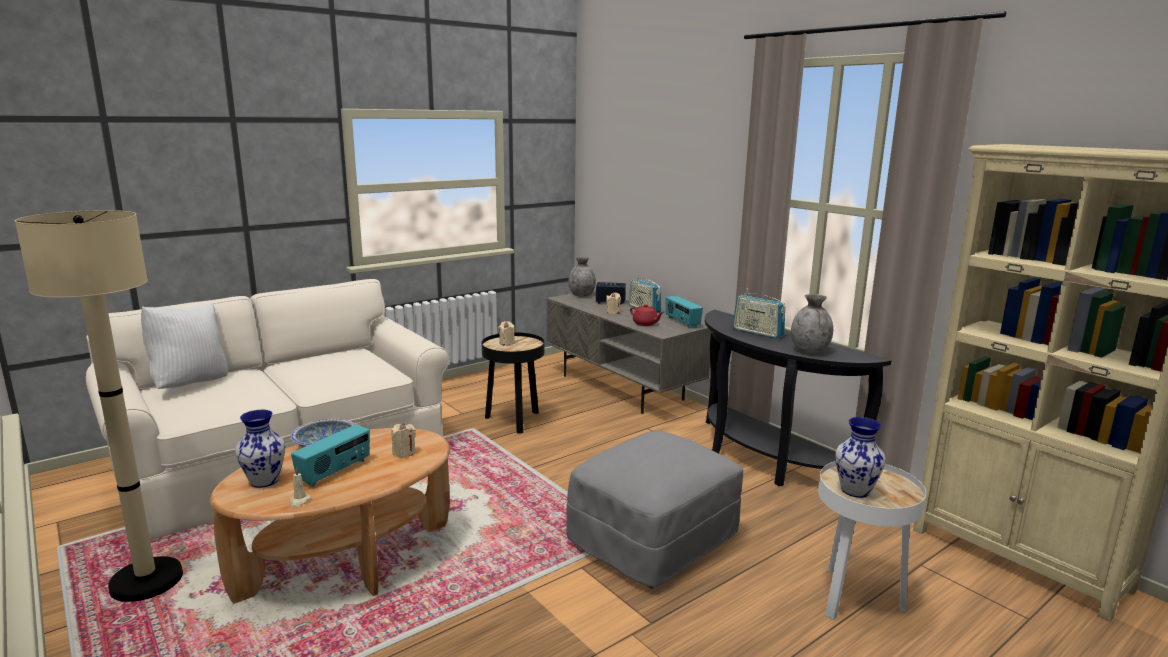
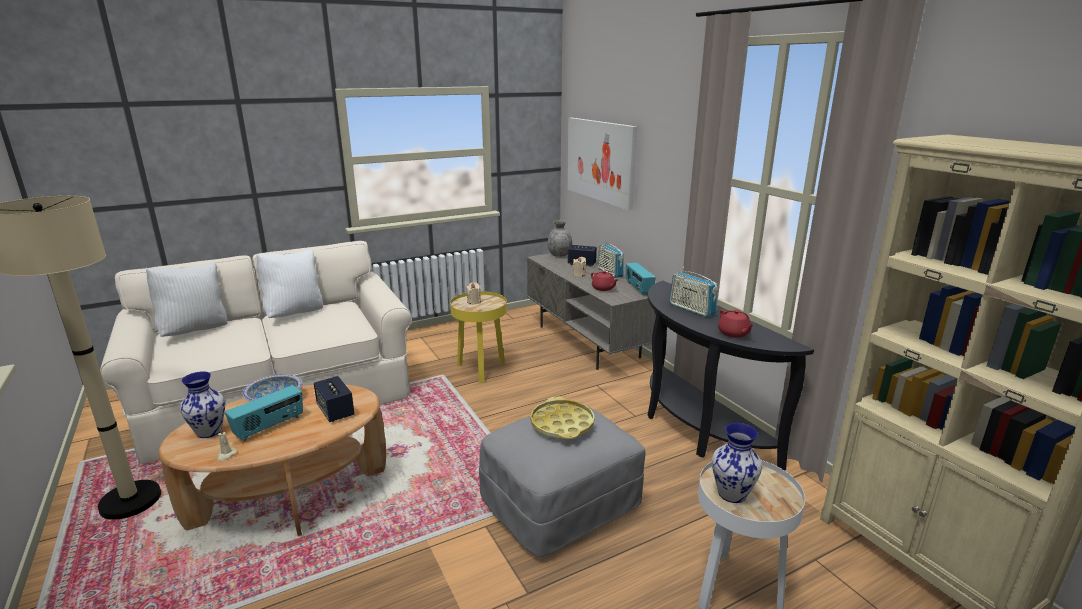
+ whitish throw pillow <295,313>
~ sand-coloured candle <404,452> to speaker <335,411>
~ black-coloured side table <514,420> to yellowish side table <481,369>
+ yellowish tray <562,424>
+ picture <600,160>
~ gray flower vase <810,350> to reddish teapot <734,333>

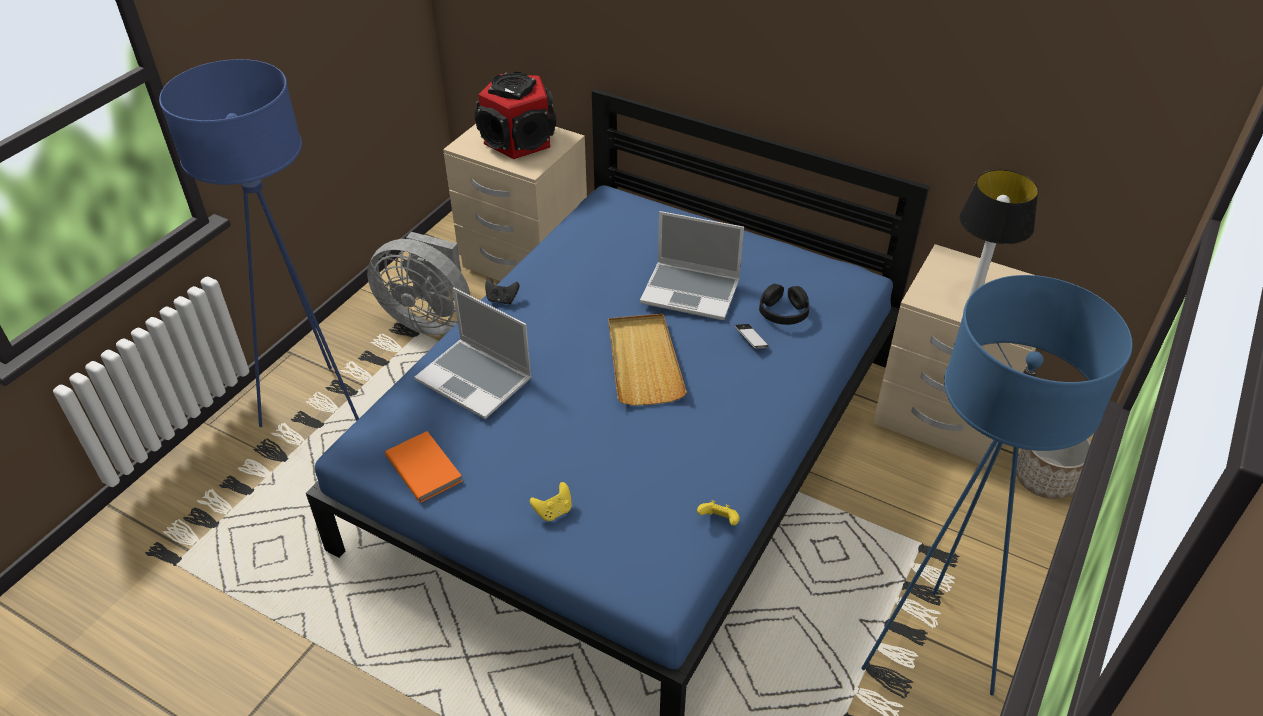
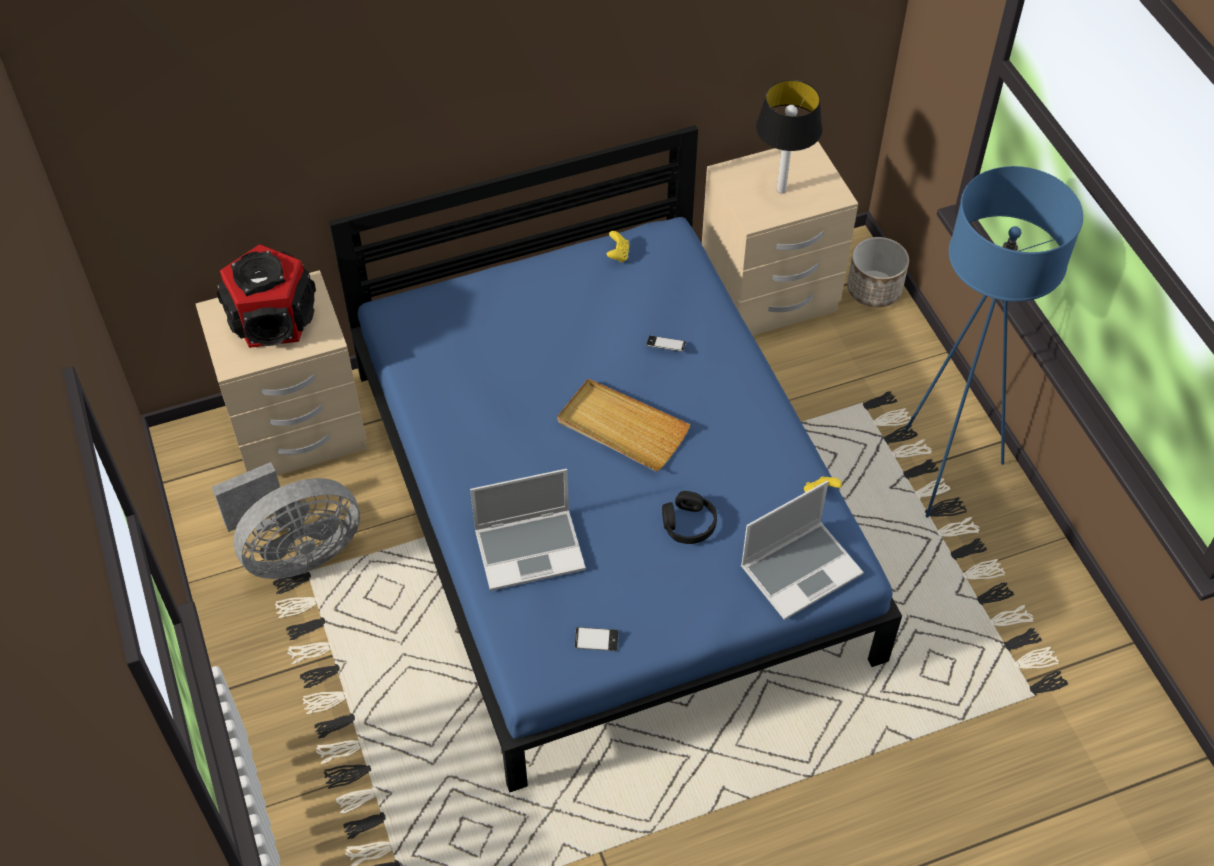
~ orangey volume <425,467> to phone <596,641>
~ yellowish joypad <553,511> to <618,254>
~ black-coloured pair of headphones <783,312> to <688,523>
~ notebook computer <692,292> to <801,569>
- blue standard lamp <319,408>
- black-coloured joypad <502,299>

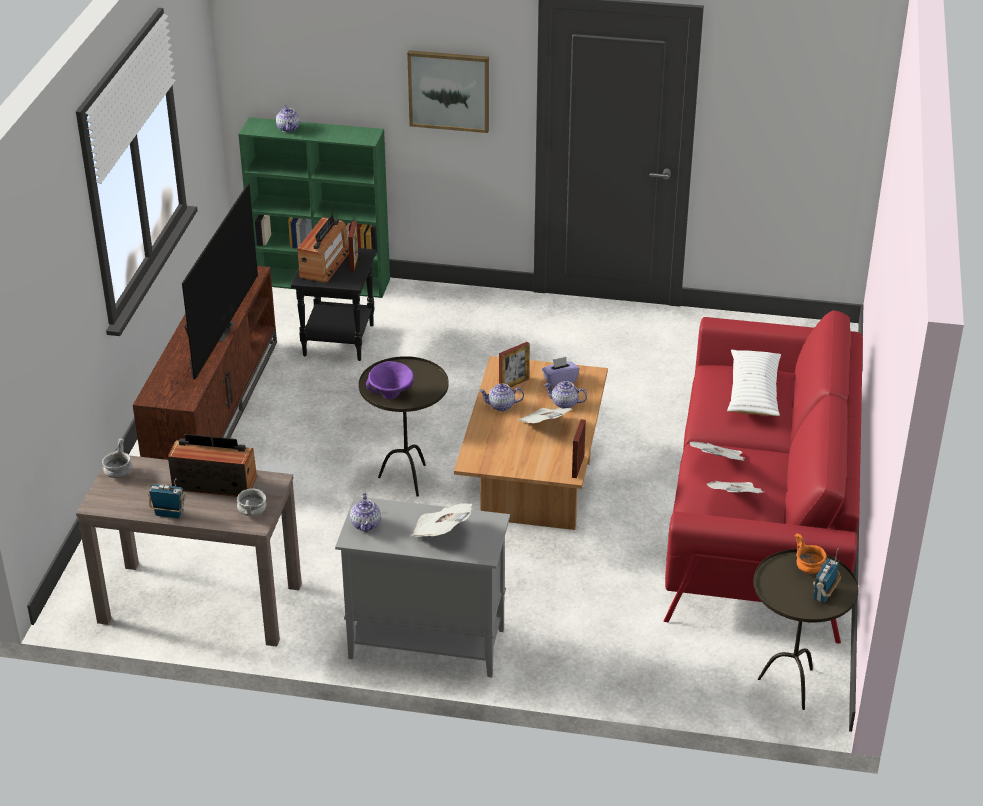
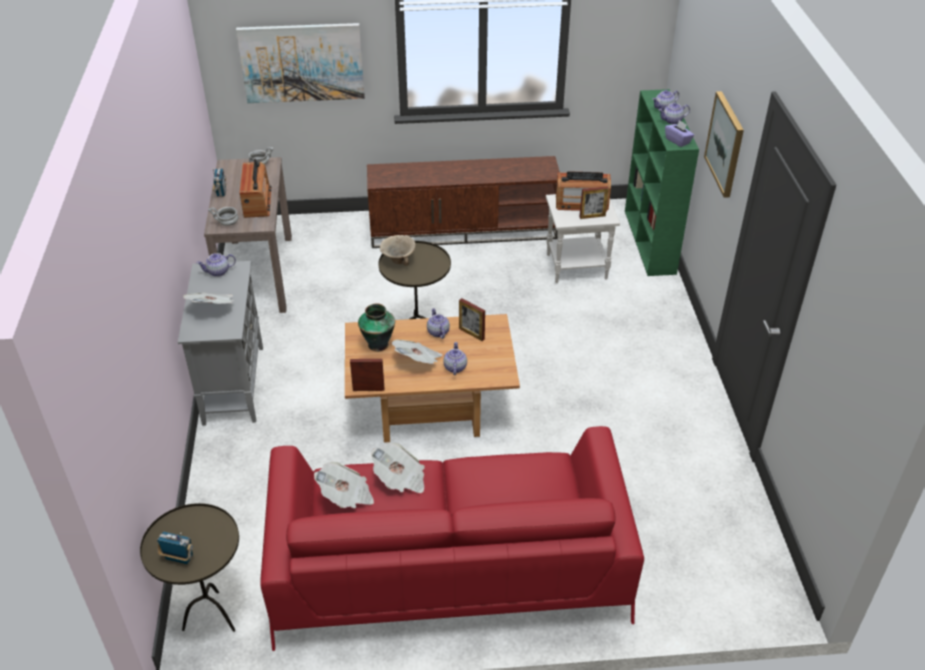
+ picture <302,62>
+ flower vase <378,344>
~ purple serving bowl <391,395> to sand-coloured serving bowl <398,261>
~ black-coloured side table <337,340> to whitish side table <577,266>
+ teapot <672,121>
~ purple tissue box <560,380> to <678,141>
- TV <217,330>
- whitish throw pillow <753,392>
- orangey serving bowl <808,568>

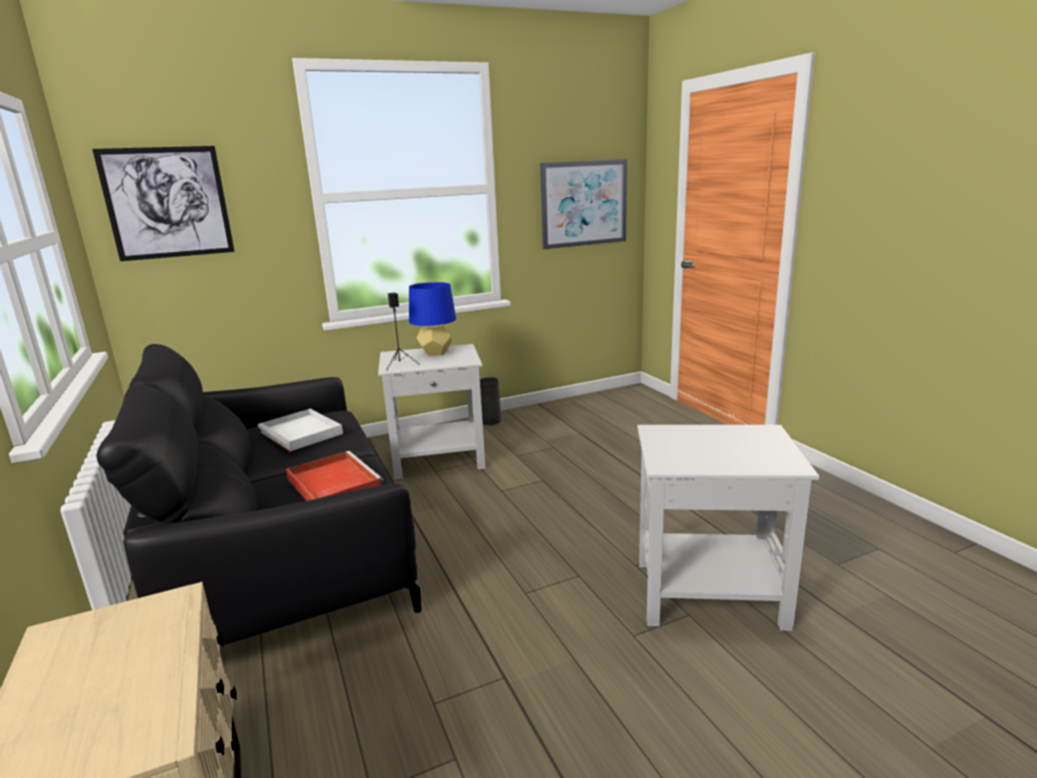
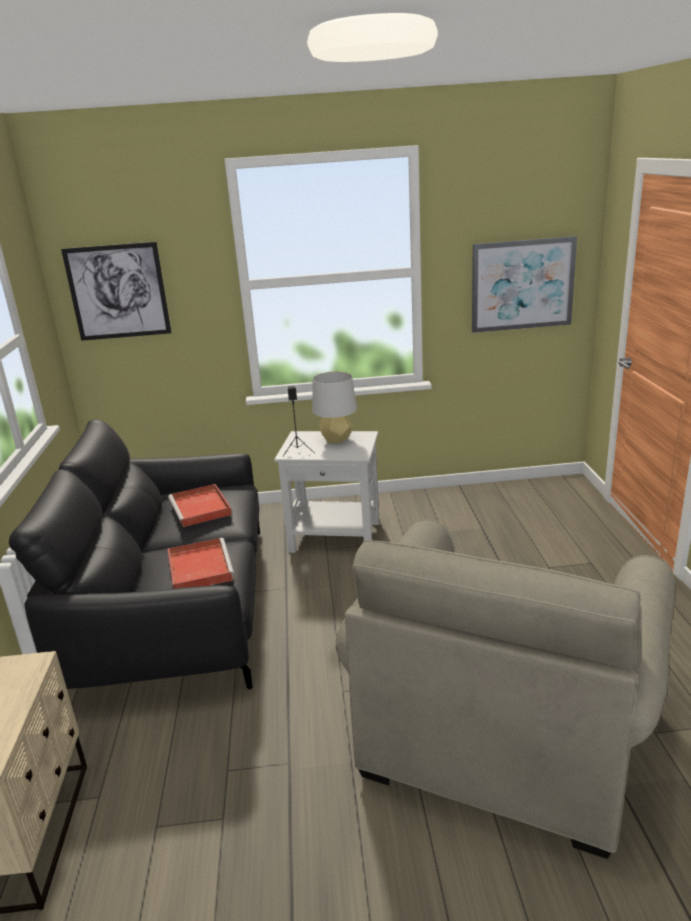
~ whitish tray <302,433> to reddish tray <201,508>
~ blue table lamp <435,353> to gray table lamp <336,439>
~ whitish side table <707,593> to sand-coloured easy chair <502,731>
- gray flower vase <491,421>

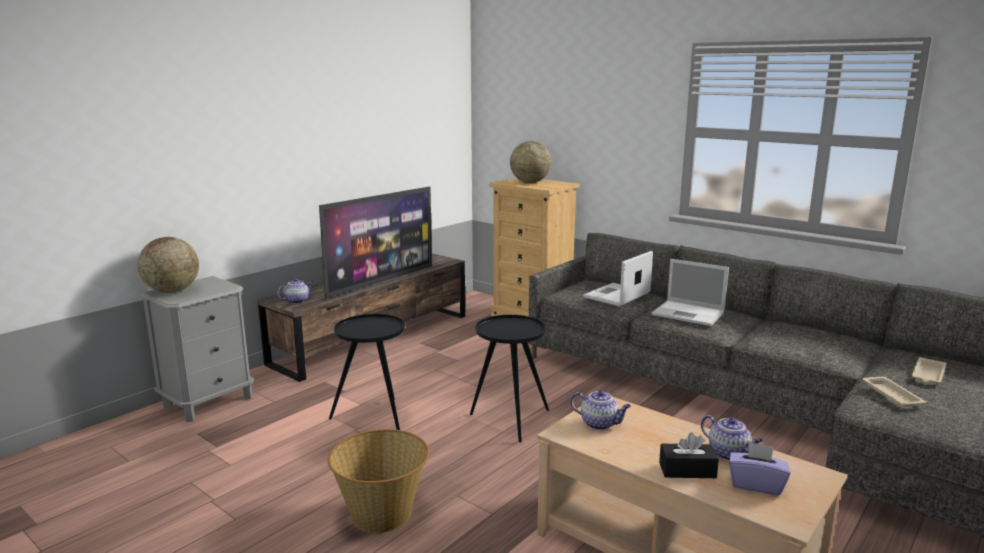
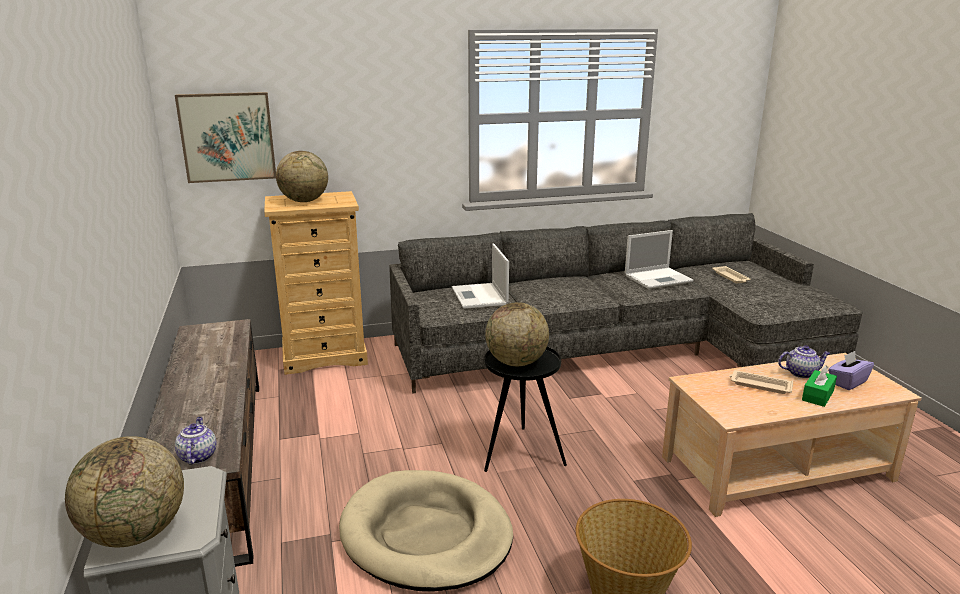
+ picture <227,137>
~ black-coloured side table <374,419> to sand-coloured dog bed <426,535>
+ globe <516,362>
~ notebook computer <689,313> to <659,278>
~ sand-coloured tray <891,394> to <759,385>
~ black-coloured tissue box <687,470> to greenish tissue box <817,395>
- TV <381,281>
- teapot <600,424>

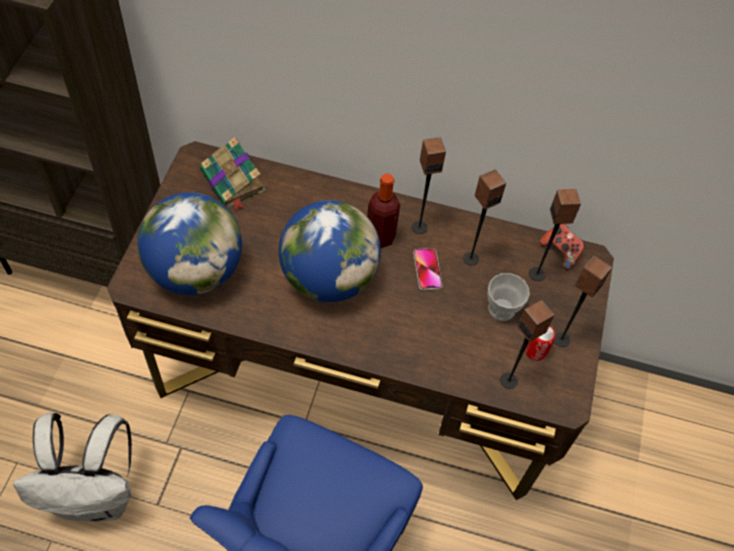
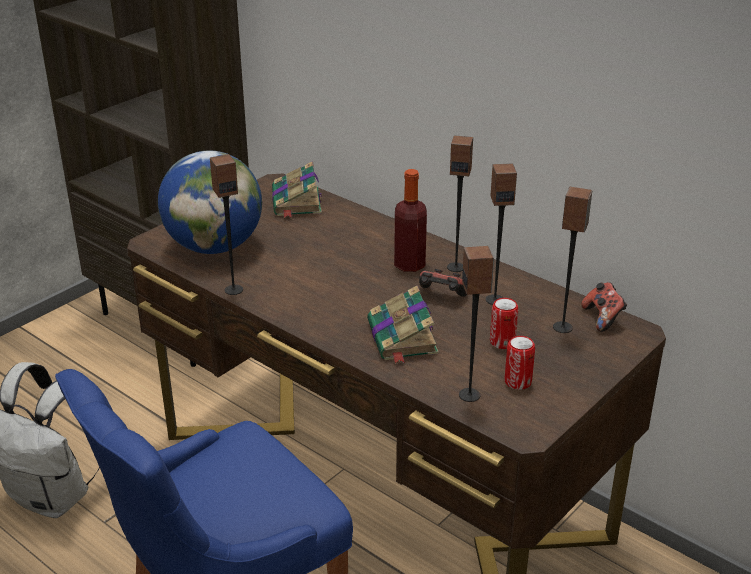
~ speaker <561,339> to <233,289>
+ volume <402,339>
~ phone <427,269> to joypad <441,296>
~ small cup <501,309> to metal can <502,342>
- globe <328,278>

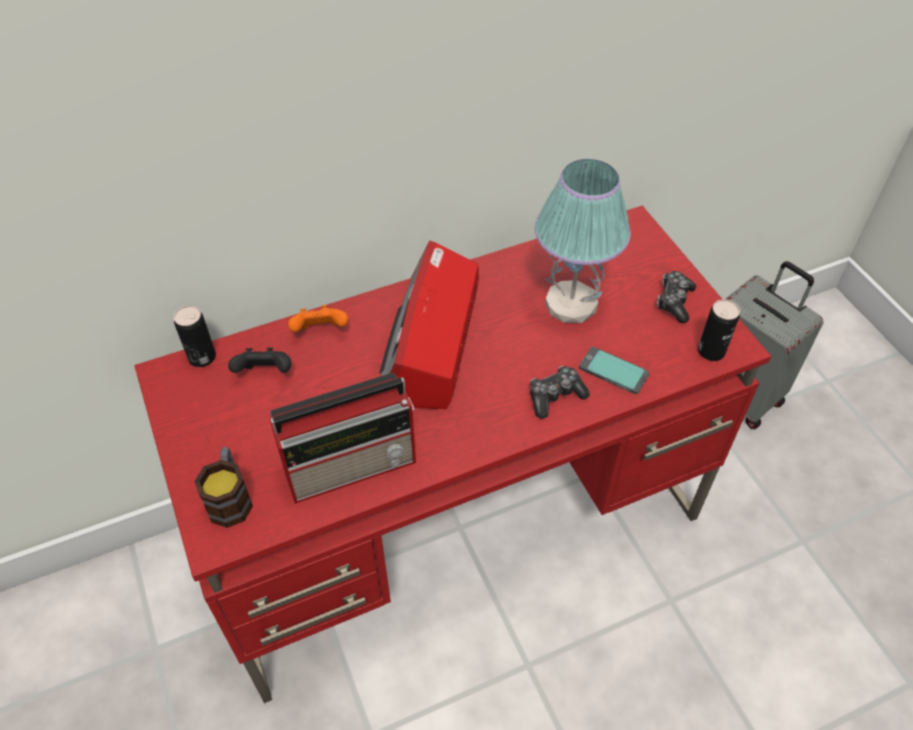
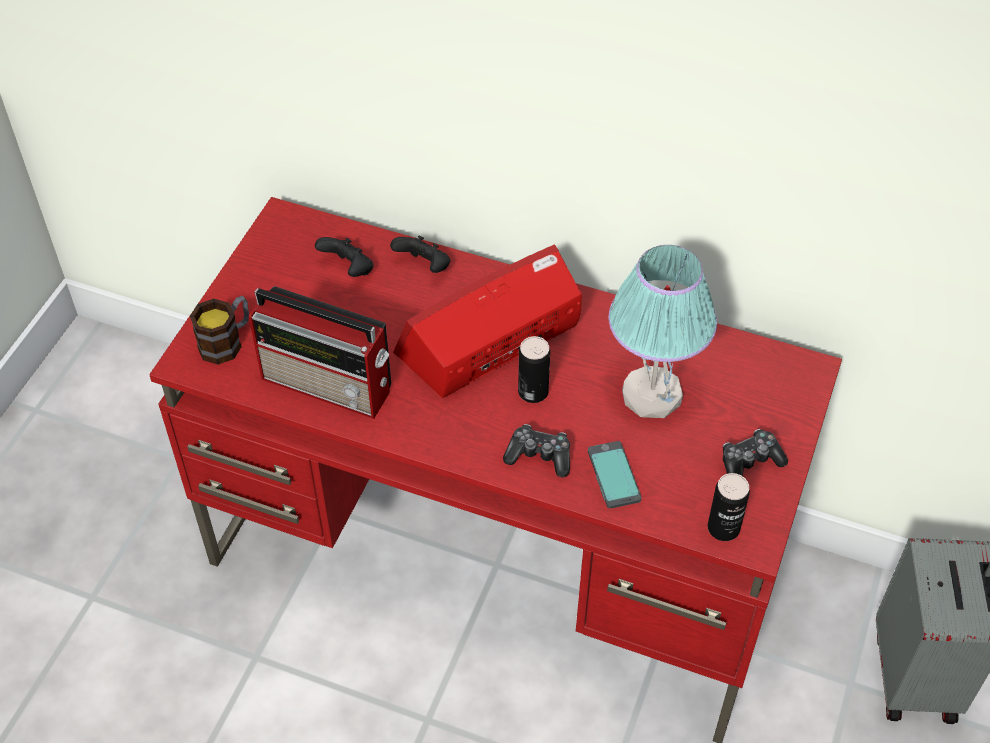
~ orangey joypad <320,331> to black-coloured joypad <424,267>
~ metal can <202,357> to <533,392>

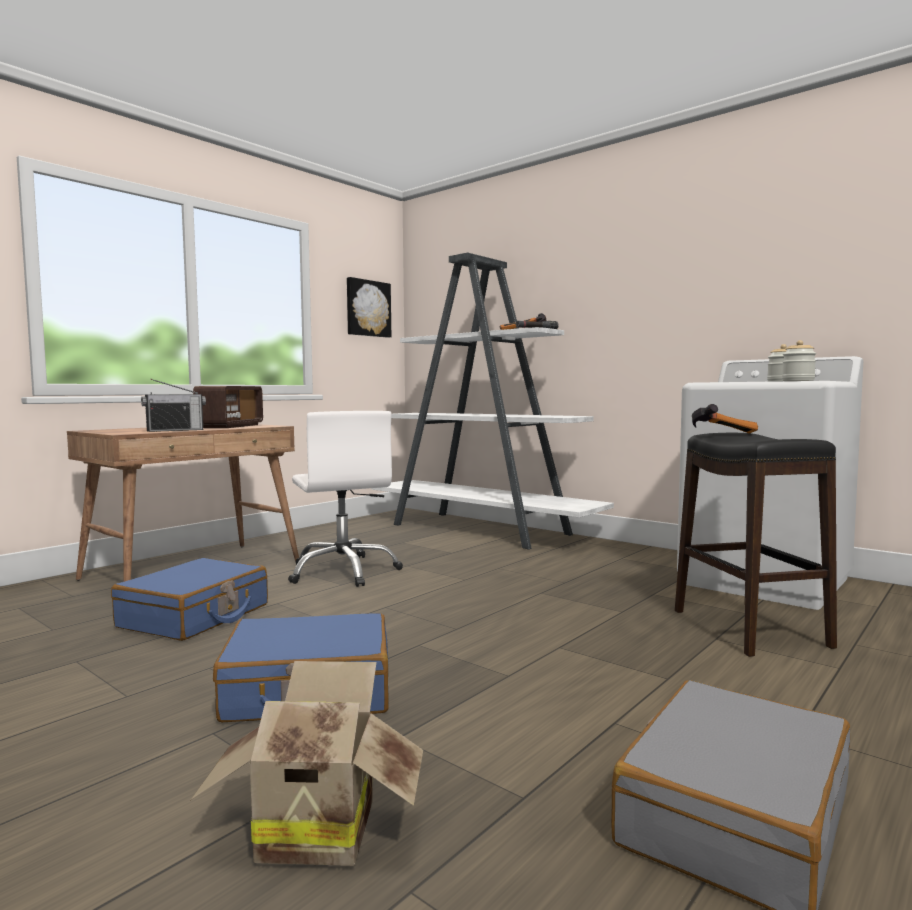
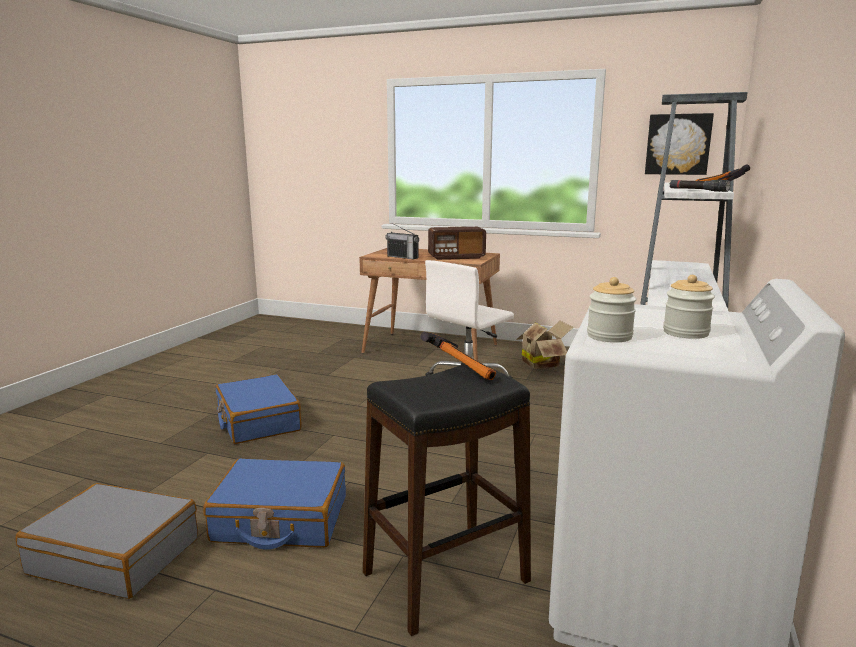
~ blue suitcase <195,616> to <280,519>
~ carton <316,827> to <542,364>

